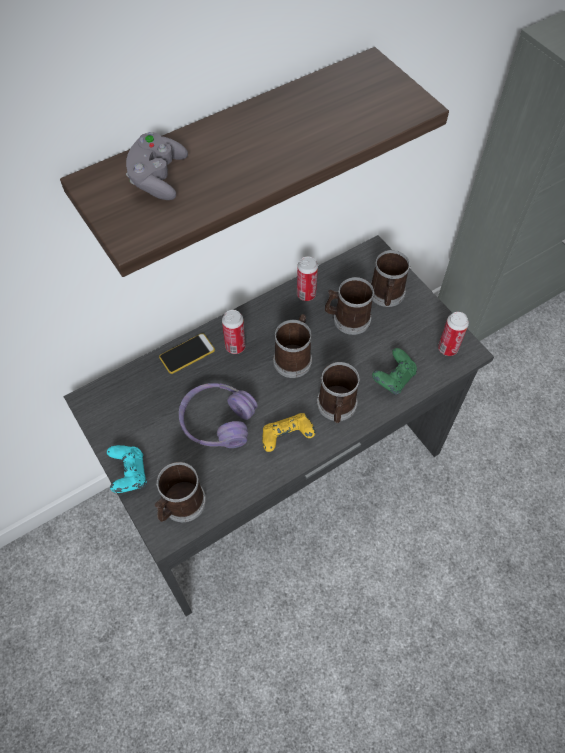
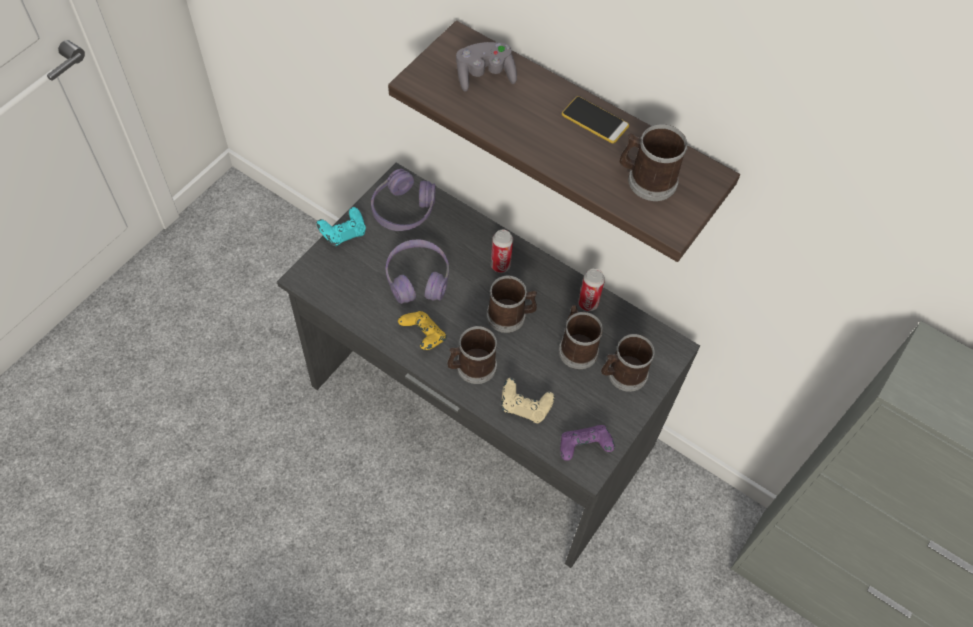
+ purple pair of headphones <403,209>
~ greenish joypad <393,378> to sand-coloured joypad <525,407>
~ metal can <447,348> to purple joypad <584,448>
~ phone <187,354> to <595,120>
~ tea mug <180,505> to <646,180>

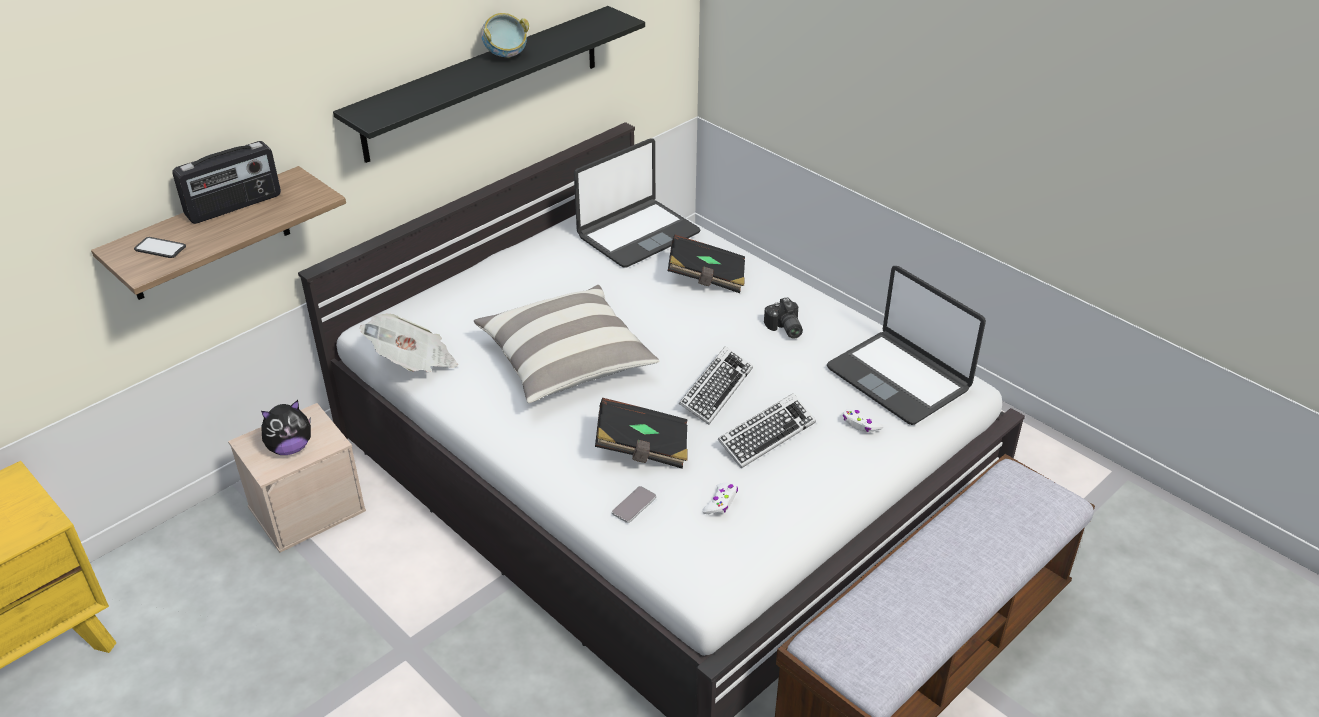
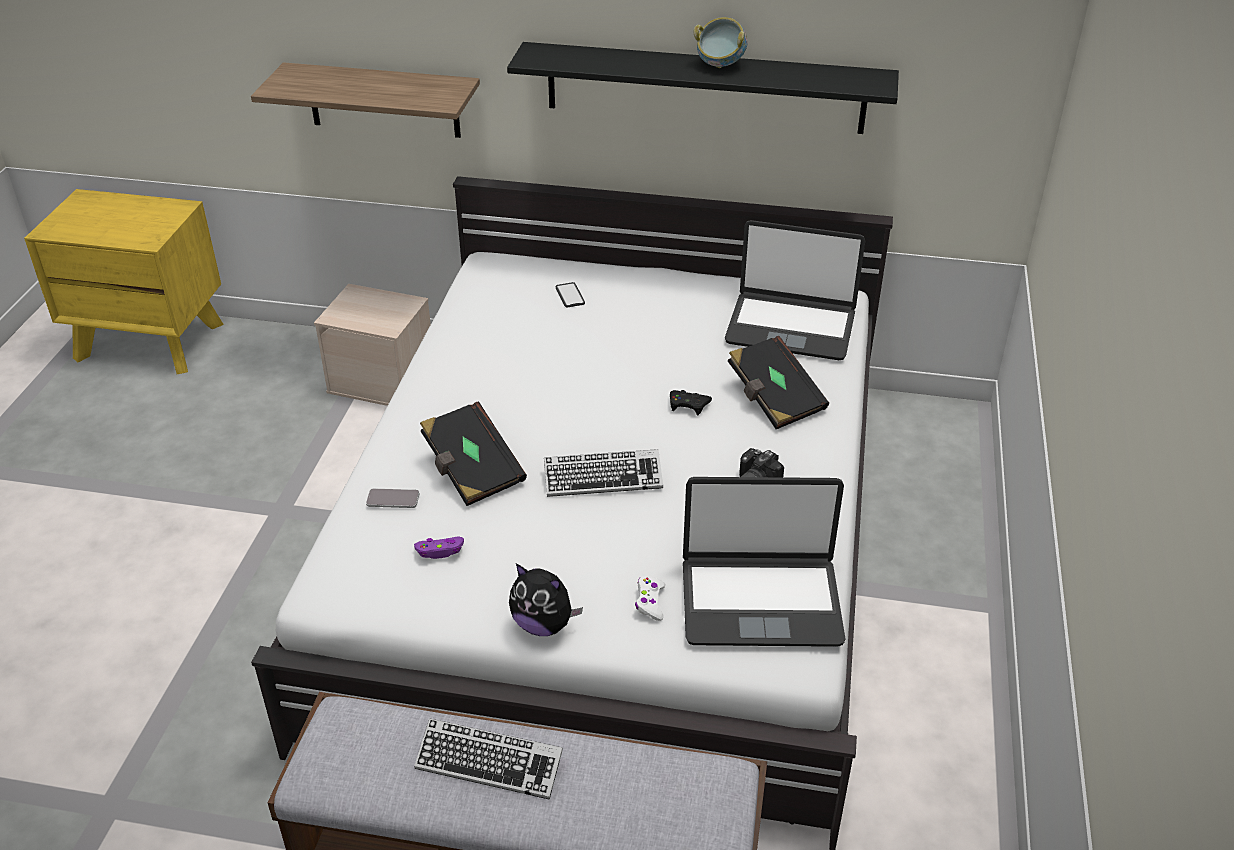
~ whitish joypad <721,502> to purple joypad <440,551>
~ keyboard <766,435> to <489,763>
~ plush toy <290,448> to <543,624>
~ phone <160,248> to <570,295>
+ black-coloured joypad <688,405>
~ notebook computer <899,378> = <760,601> 105 degrees counterclockwise
- radio set <234,206>
- newspaper <414,363>
- throw pillow <566,361>

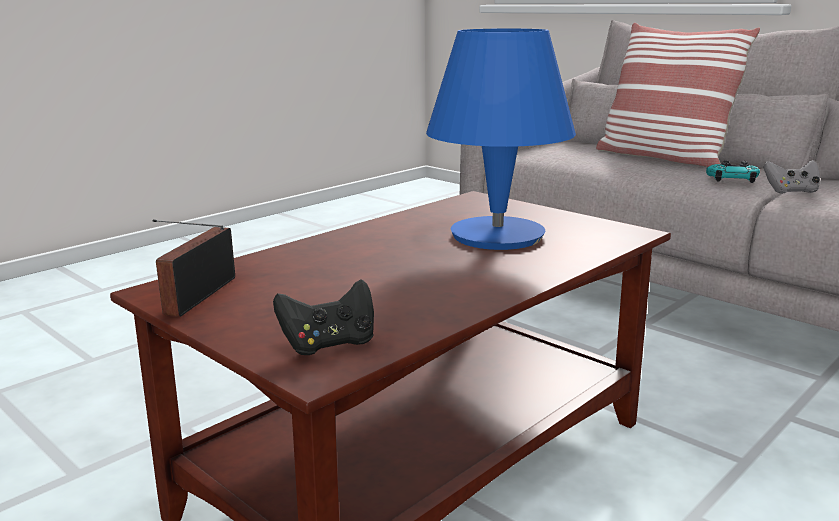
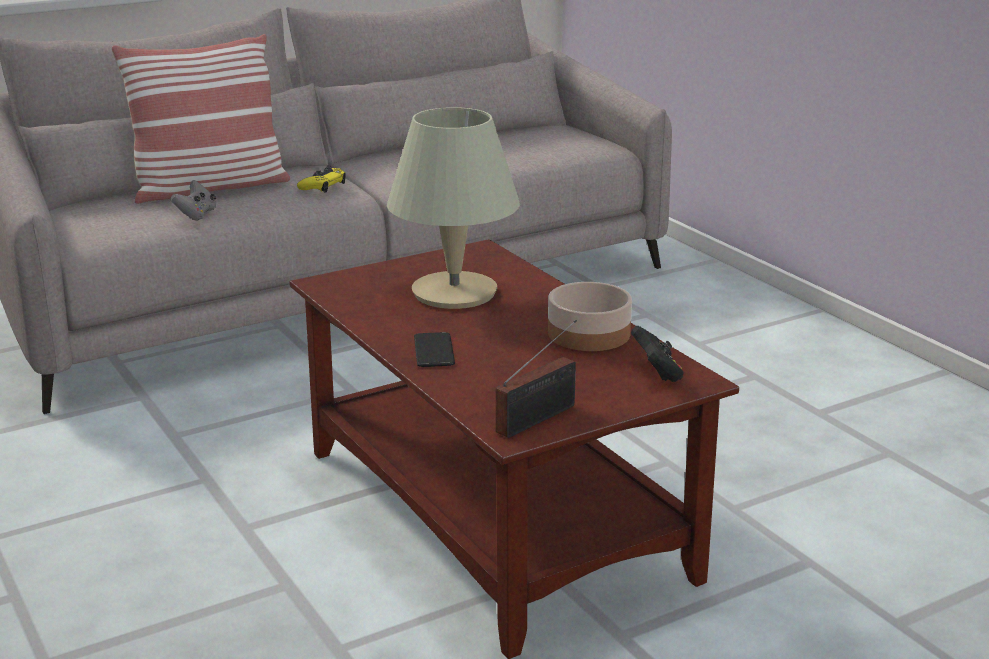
~ gray joypad <791,191> to <196,215>
~ turquoise joypad <732,178> to yellowish joypad <323,185>
~ blue table lamp <496,235> to sand-coloured table lamp <454,293>
+ phone <434,351>
~ radio set <196,297> = <540,417> 75 degrees counterclockwise
+ serving bowl <588,334>

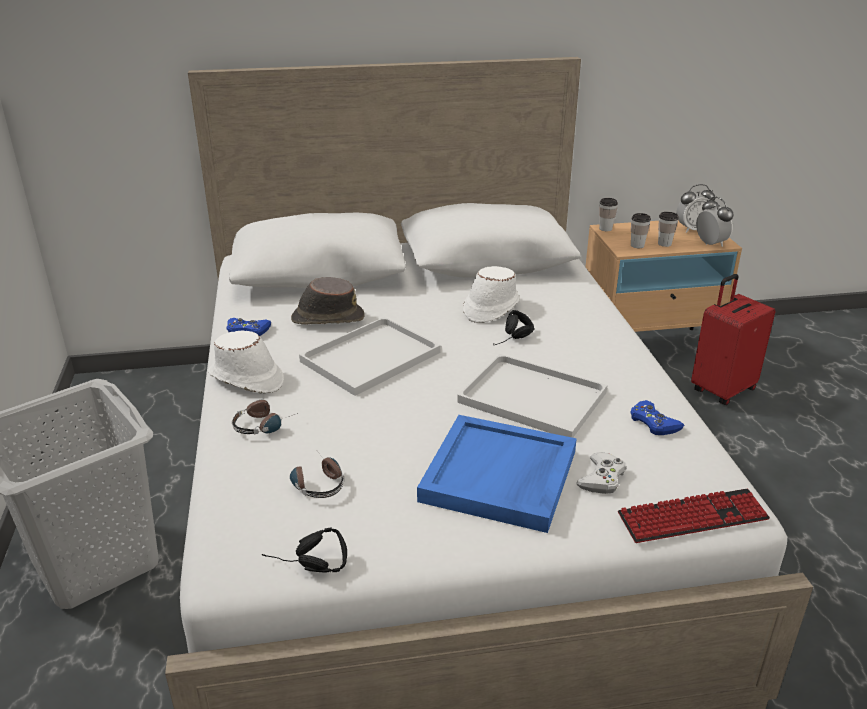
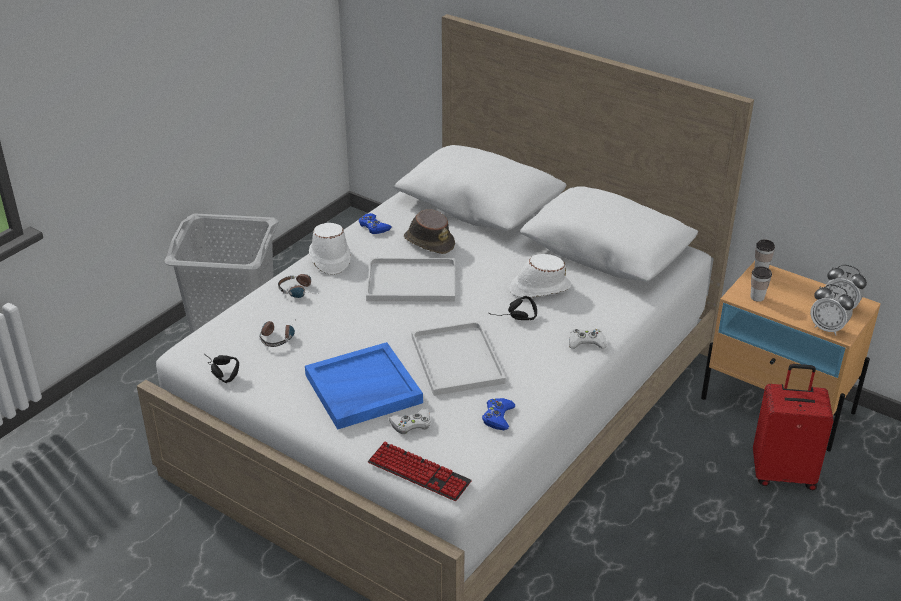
+ whitish joypad <586,342>
~ alarm clock <710,244> = <827,328> 105 degrees clockwise
- small cup <664,244>

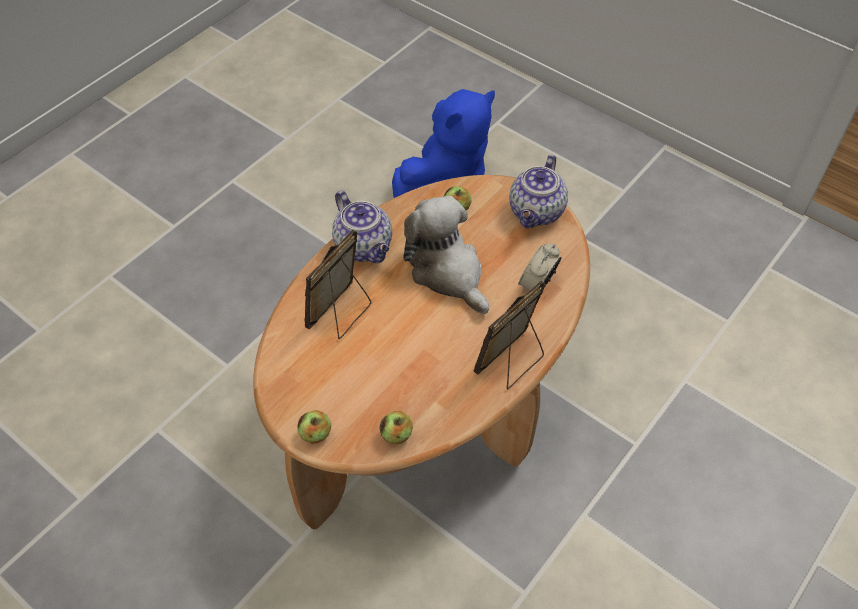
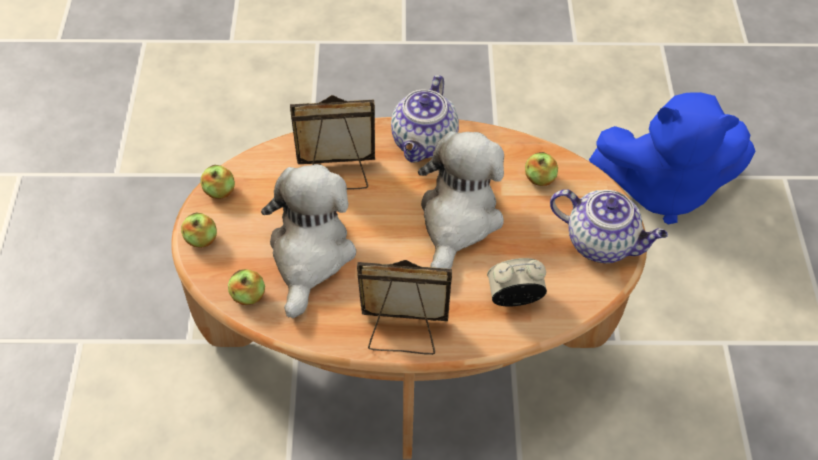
+ whole apple <219,191>
+ plush toy <310,255>
~ teapot <536,213> = <602,243> 135 degrees counterclockwise

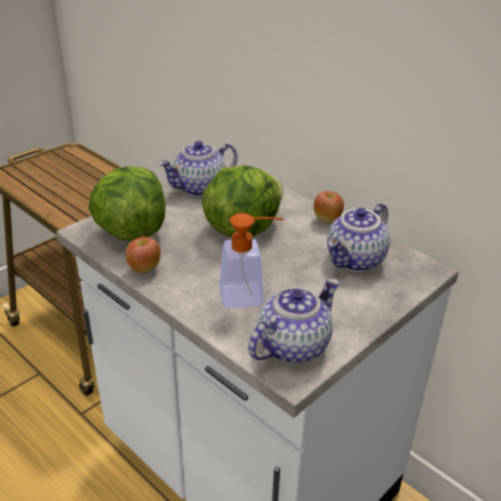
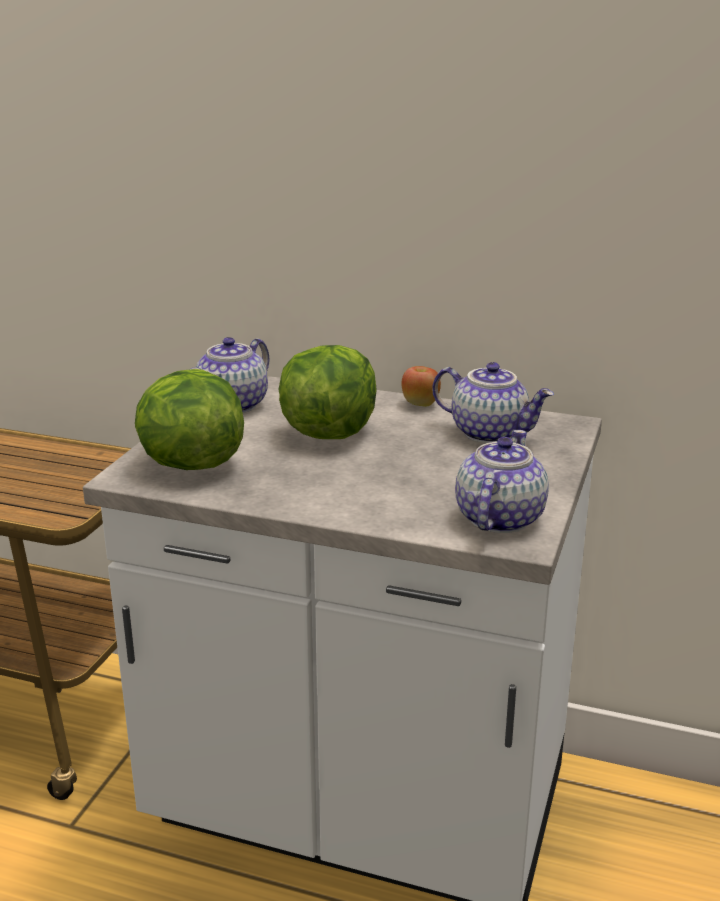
~ teapot <356,261> = <490,433> 75 degrees counterclockwise
- whole apple <144,268>
- soap bottle <250,295>

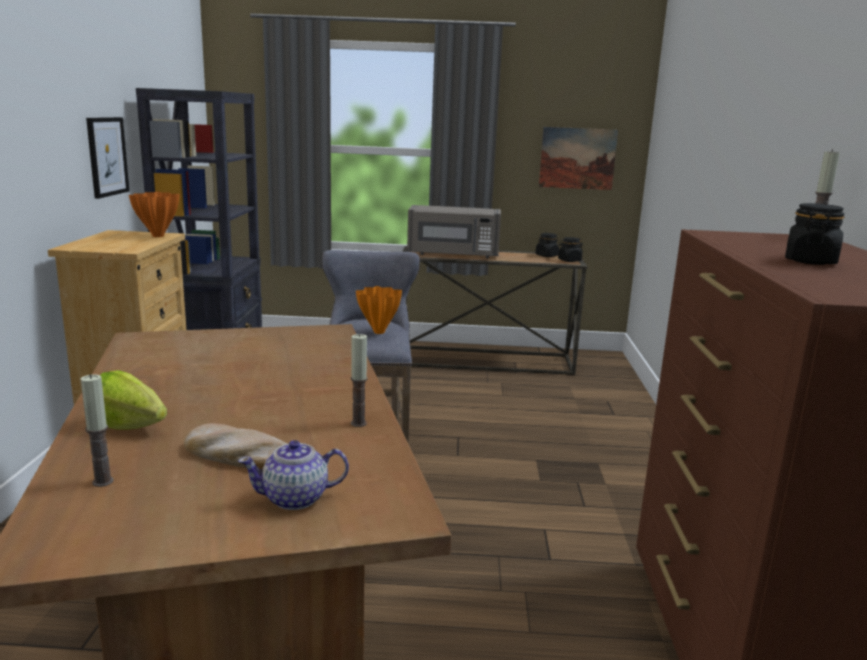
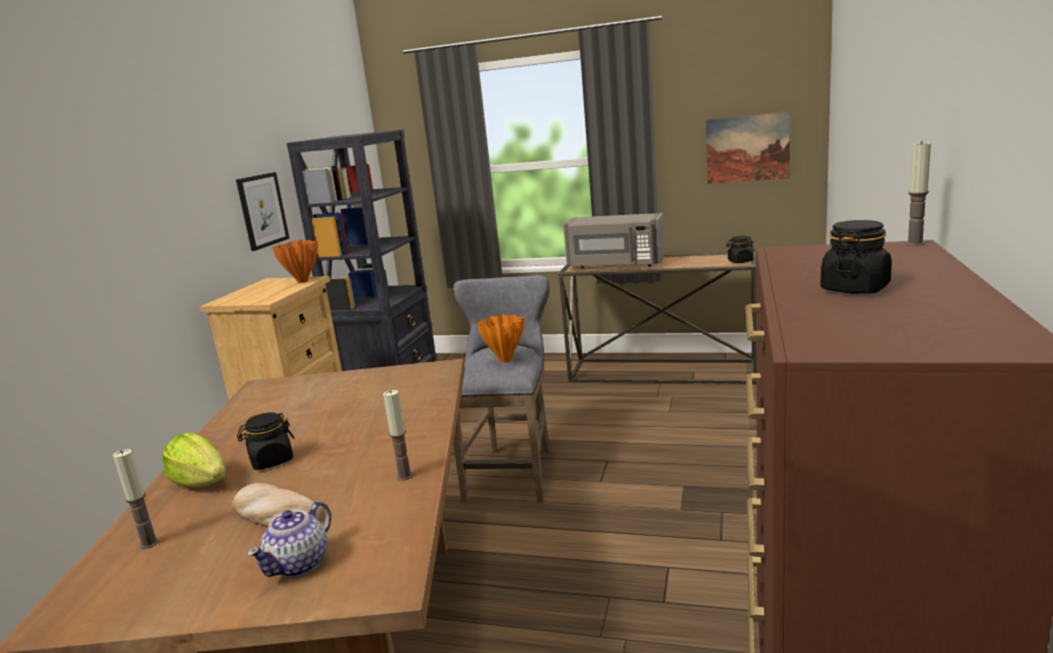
~ black-coloured jar <546,256> to <271,461>
~ teapot <296,498> = <299,564> 60 degrees counterclockwise

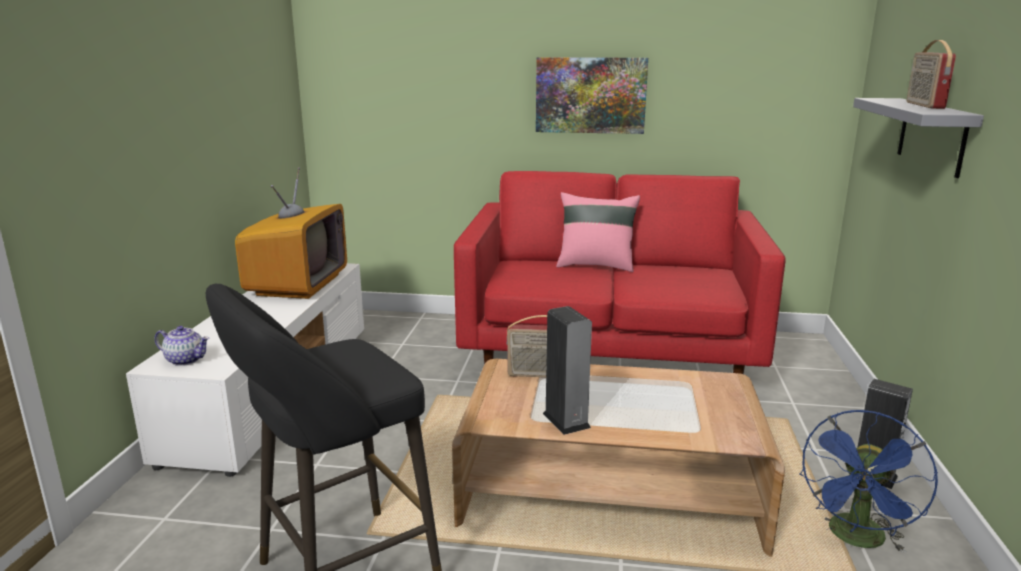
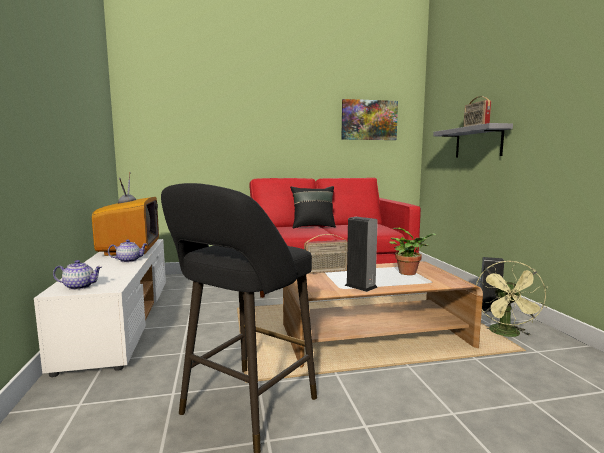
+ teapot <129,260>
~ pink throw pillow <595,265> to black-coloured throw pillow <313,226>
~ picture <590,95> to <369,120>
+ houseplant <410,273>
~ blue fan <856,540> to greenish fan <507,334>

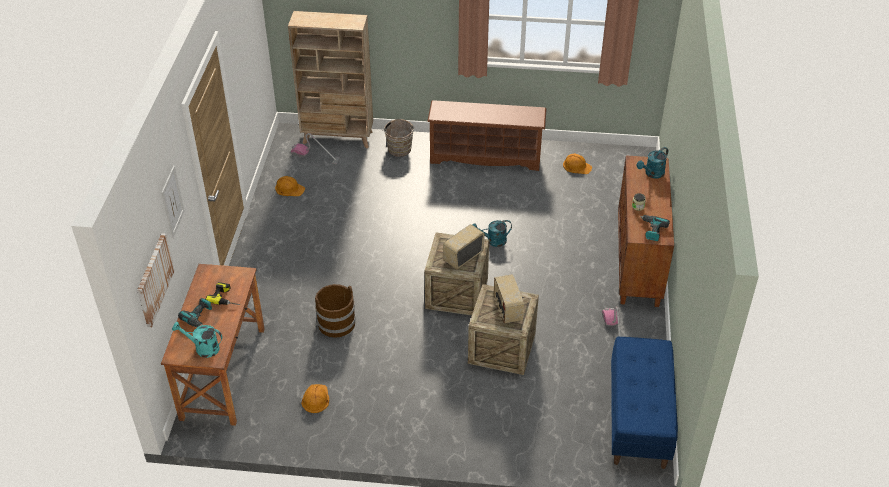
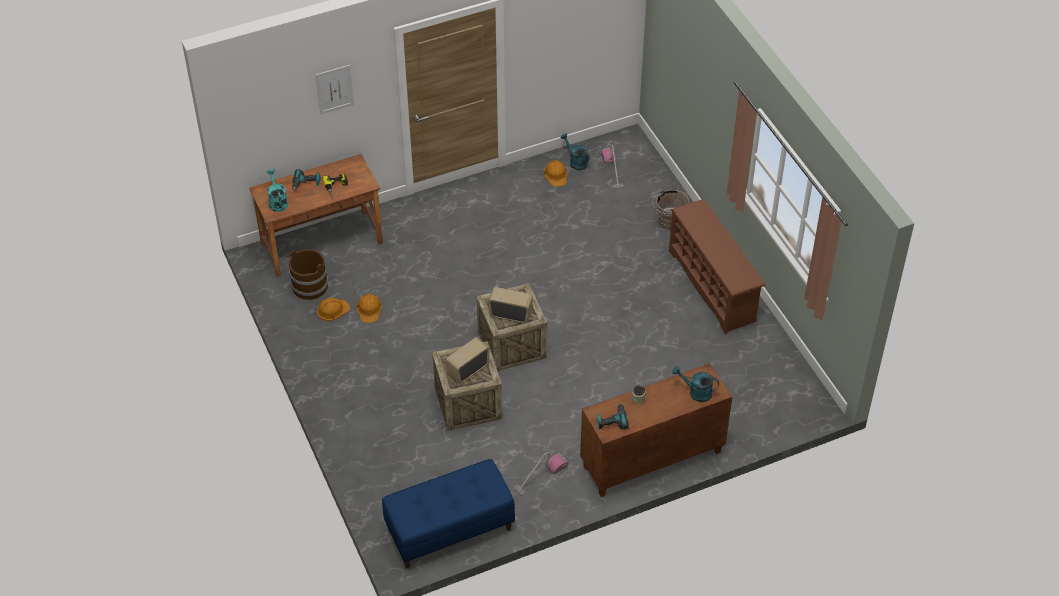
~ brown pail <336,323> to <310,286>
~ orangey work helmet <576,166> to <369,309>
~ turquoise sprinkling can <493,241> to <575,161>
- picture <154,279>
- sand-coloured bookshelf <338,138>

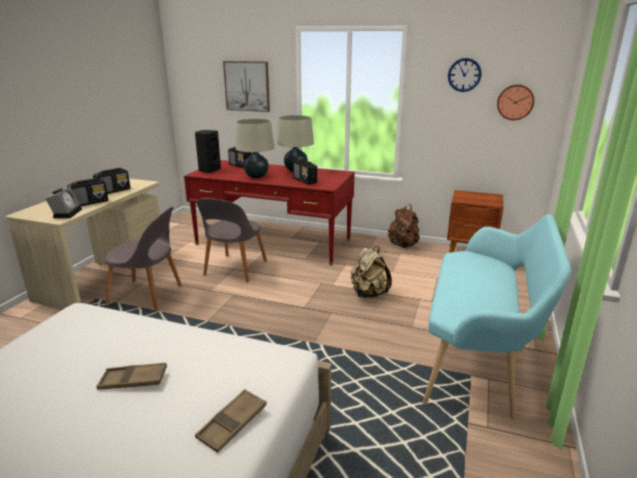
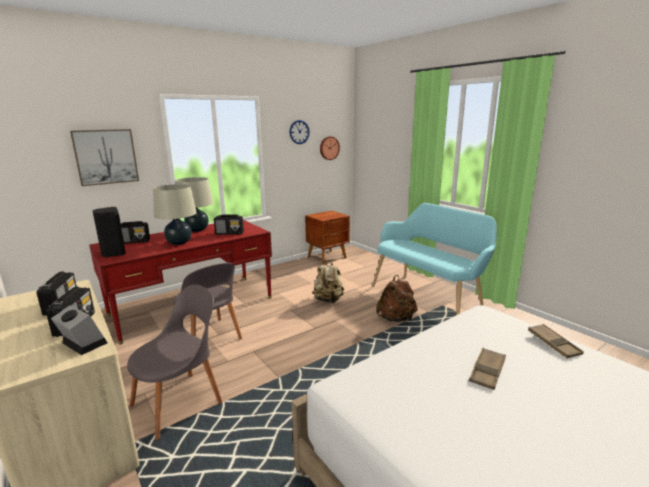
~ brown knapsack <403,245> to <396,319>

